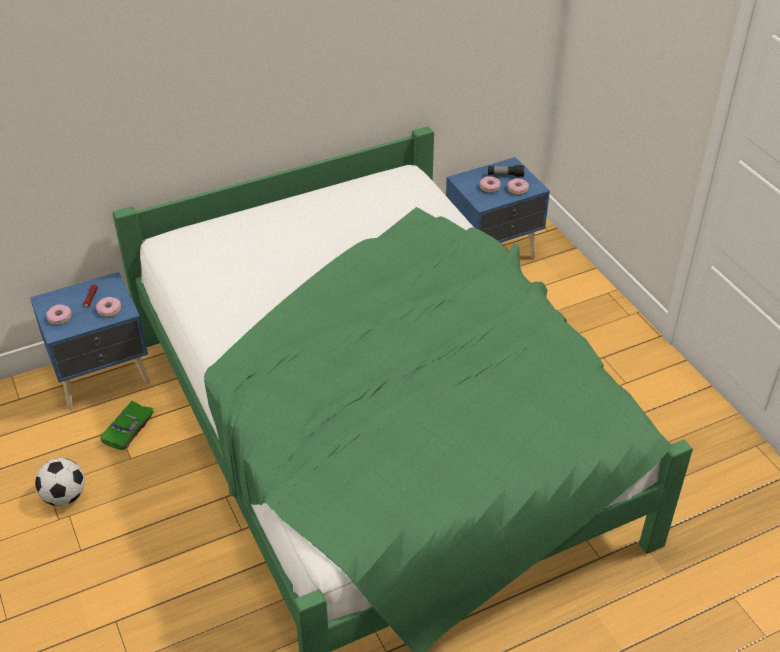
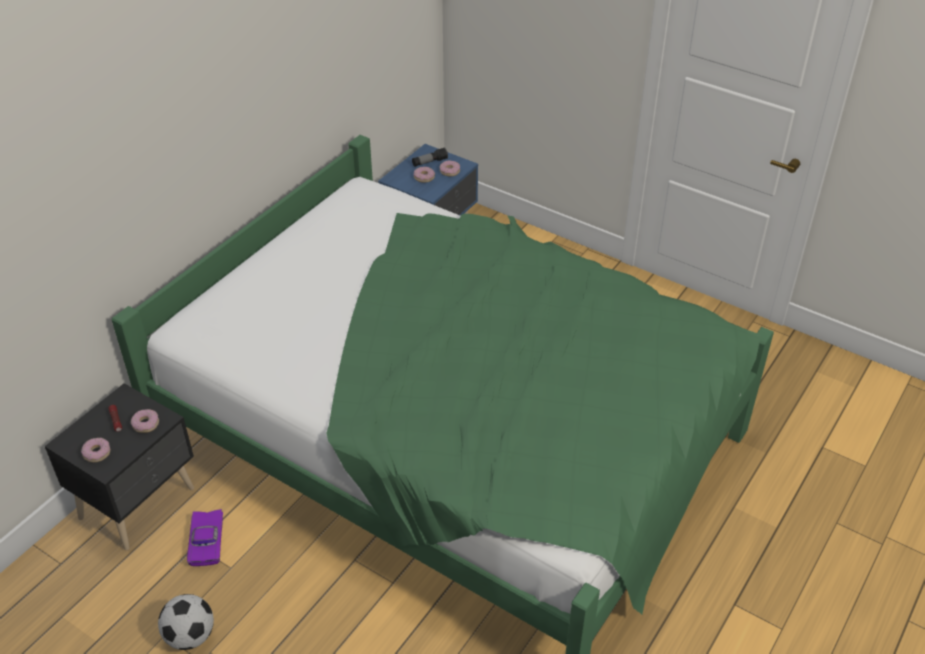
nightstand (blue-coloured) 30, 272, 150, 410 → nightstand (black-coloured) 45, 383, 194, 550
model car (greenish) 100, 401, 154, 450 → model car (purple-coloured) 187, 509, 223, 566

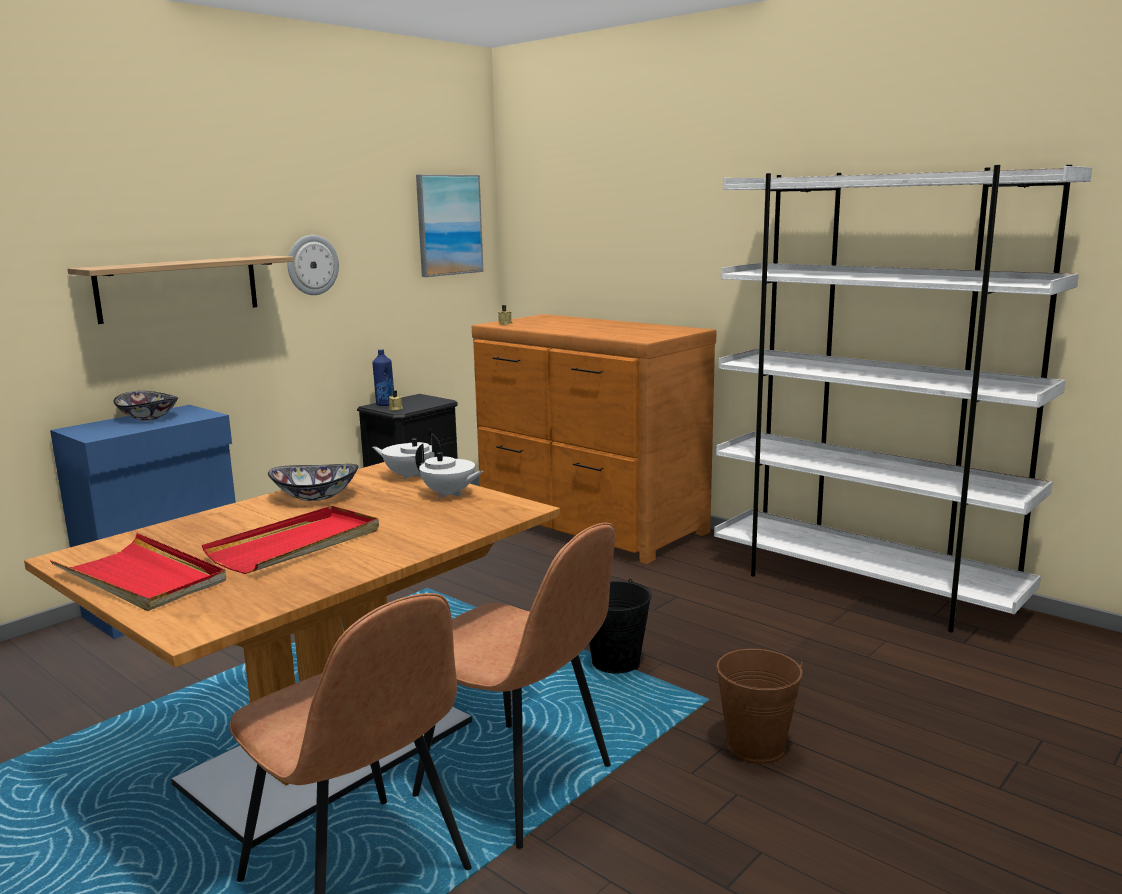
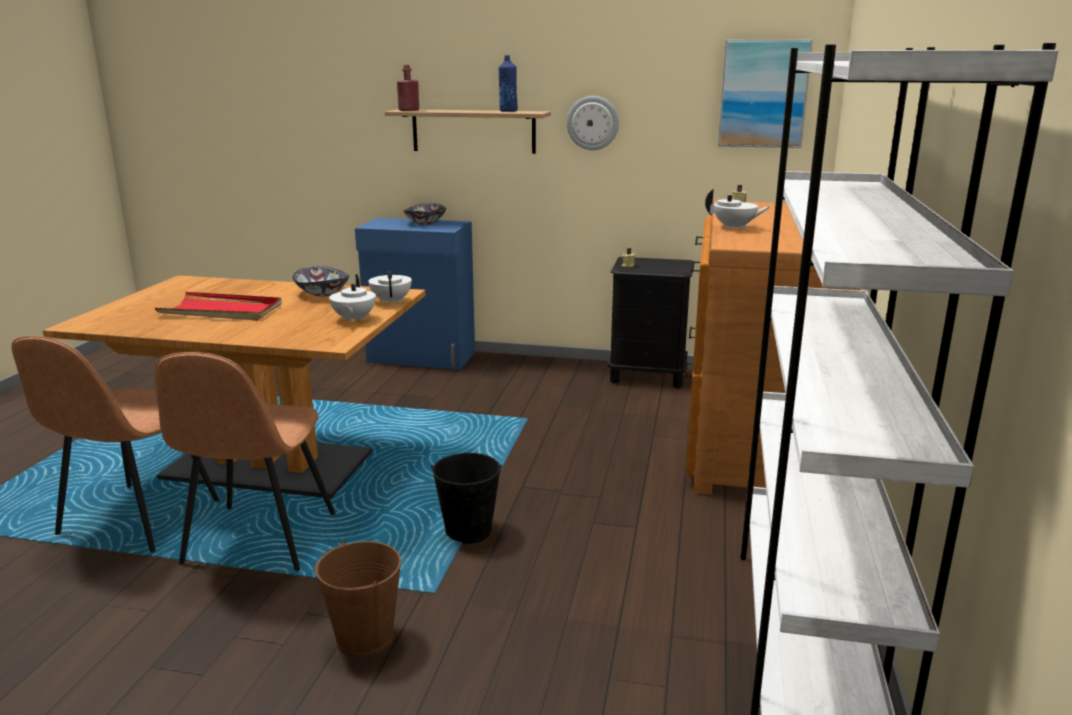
tray (red) 50, 533, 226, 611 → -
bottle (blue-coloured) 372, 350, 394, 406 → bottle (blue-coloured) 499, 55, 518, 112, relocated
- → bottle (red) 397, 65, 419, 111
- → teapot (whitish) 705, 189, 770, 230

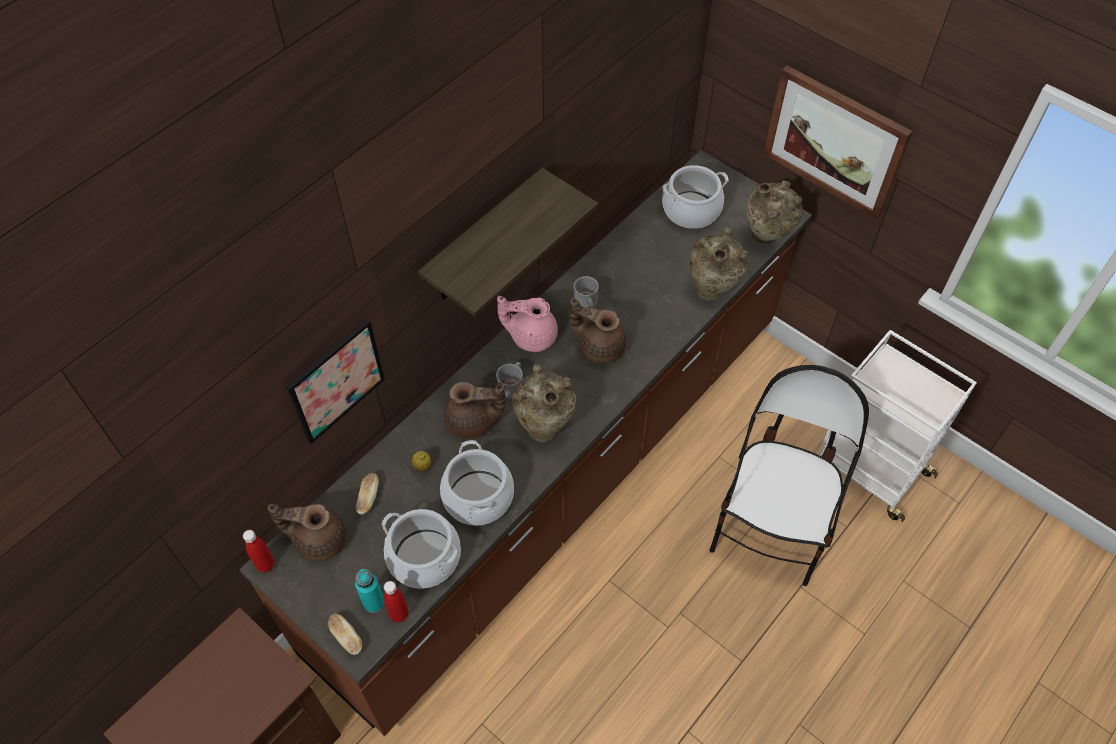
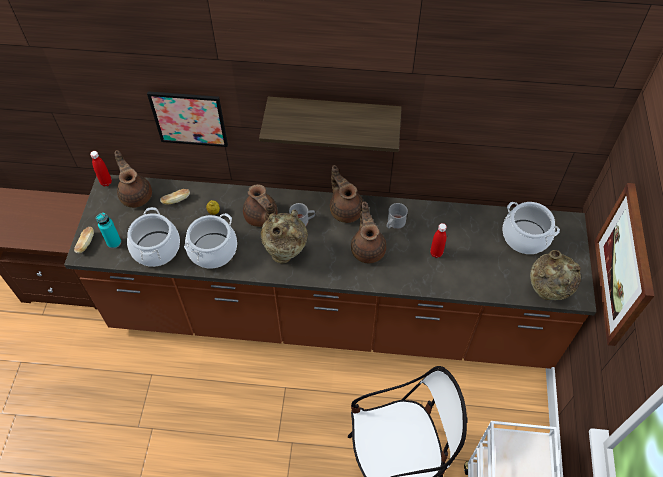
bottle (red) 384, 581, 408, 623 → bottle (red) 430, 223, 447, 258, relocated
teapot (pinkish) 497, 296, 558, 352 → teapot (brown) 330, 165, 363, 223
decorative vase (beige-coloured) 689, 226, 748, 301 → -

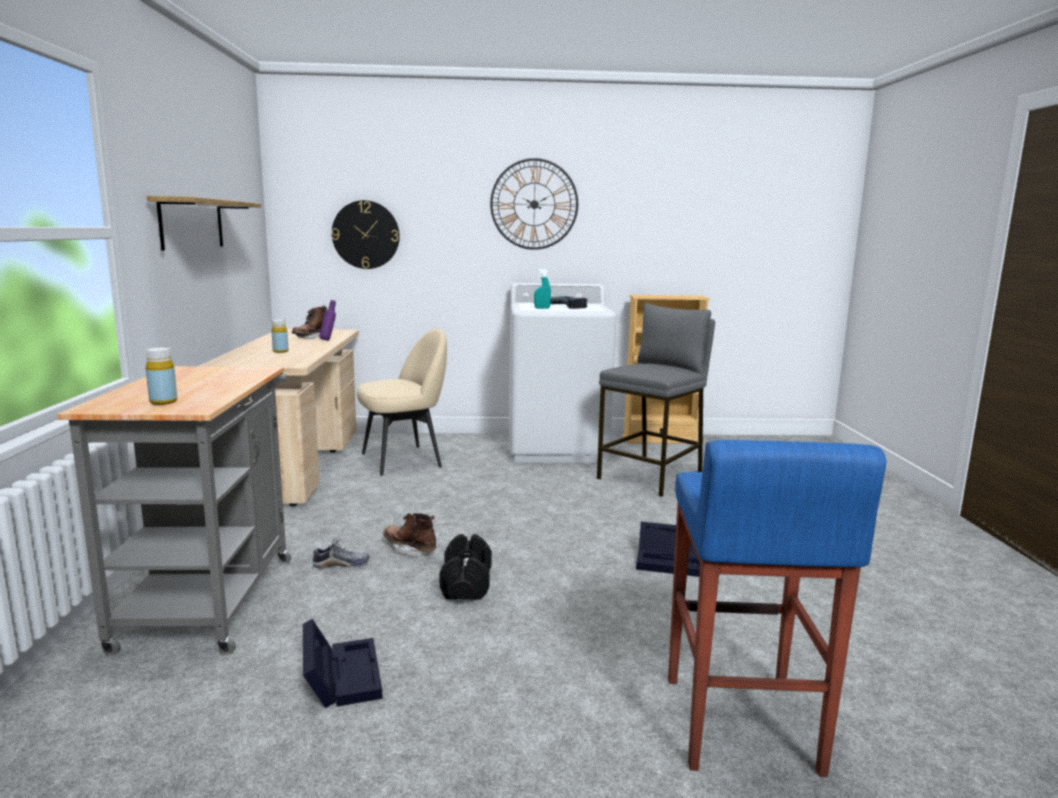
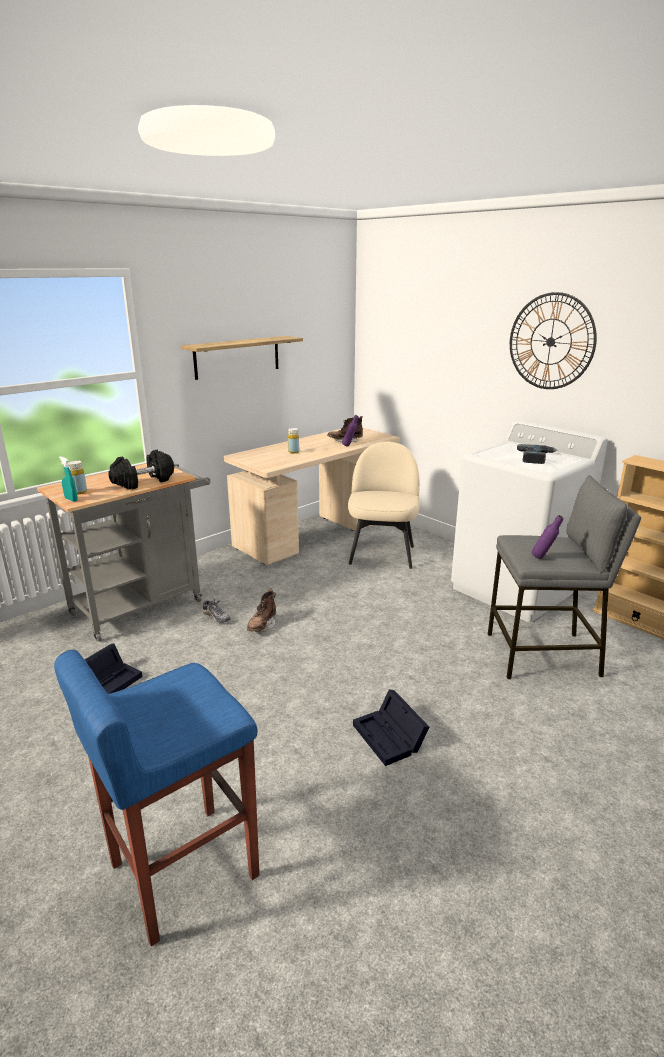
hanging clock 332, 200, 400, 269 → -
chair (beige-coloured) 357, 329, 447, 476 → chair (beige-coloured) 348, 442, 420, 569, 105 degrees counterclockwise
boot (brown) 383, 513, 436, 558 → boot (brown) 247, 588, 276, 632, 150 degrees counterclockwise
dumbbell (black-coloured) 440, 534, 492, 599 → dumbbell (black-coloured) 108, 450, 174, 490, relocated
hand sprayer (blue-green) 534, 269, 551, 309 → hand sprayer (blue-green) 59, 456, 78, 502, relocated
- → bottle (purple-coloured) 532, 515, 563, 559

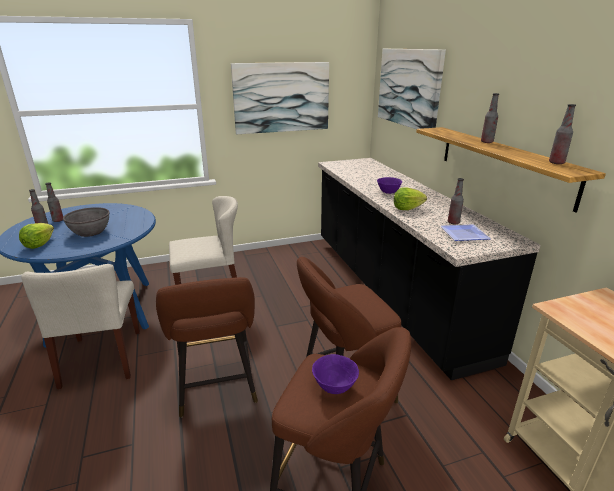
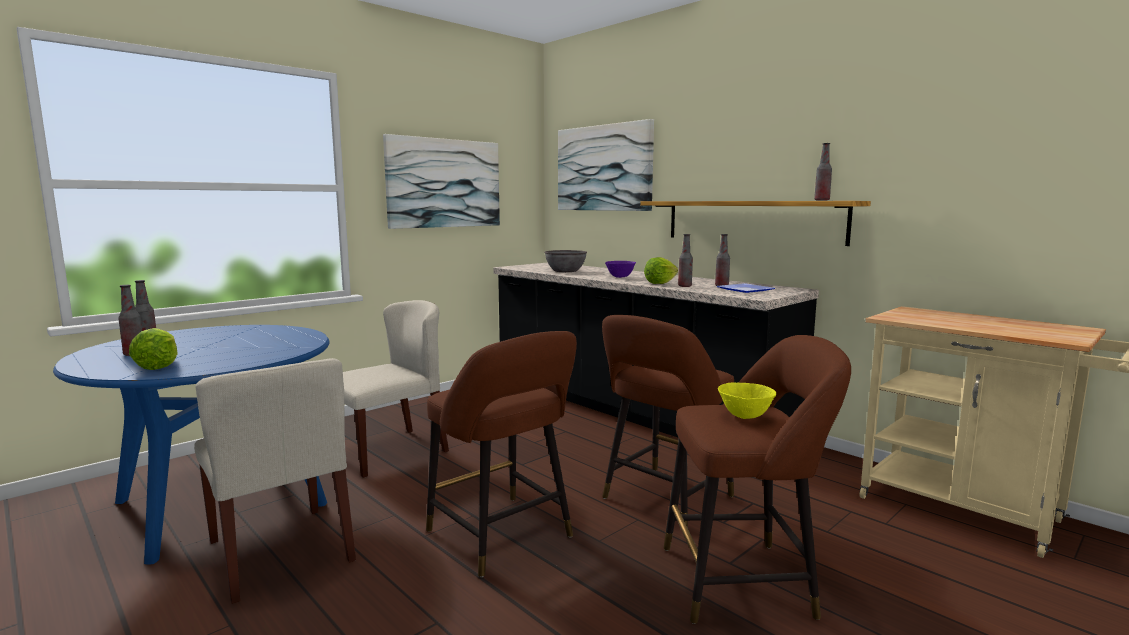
deep dish (grey) 63, 207, 110, 237 → deep dish (grey) 544, 250, 587, 272, relocated
deep dish (purple-coloured) 312, 354, 359, 394 → deep dish (yellow) 718, 382, 776, 419
bottle 481, 93, 499, 143 → bottle 678, 234, 693, 287, relocated

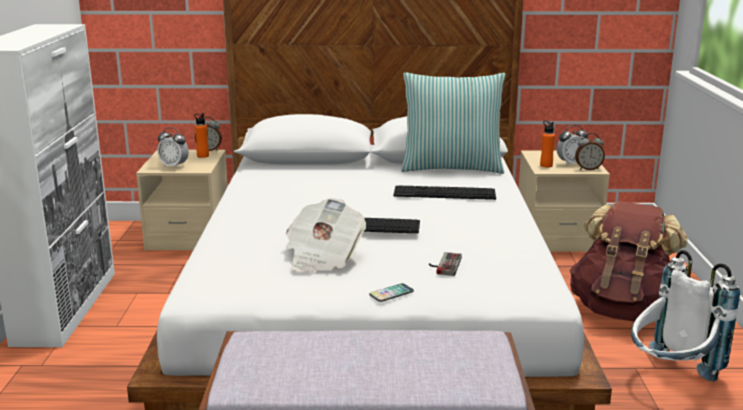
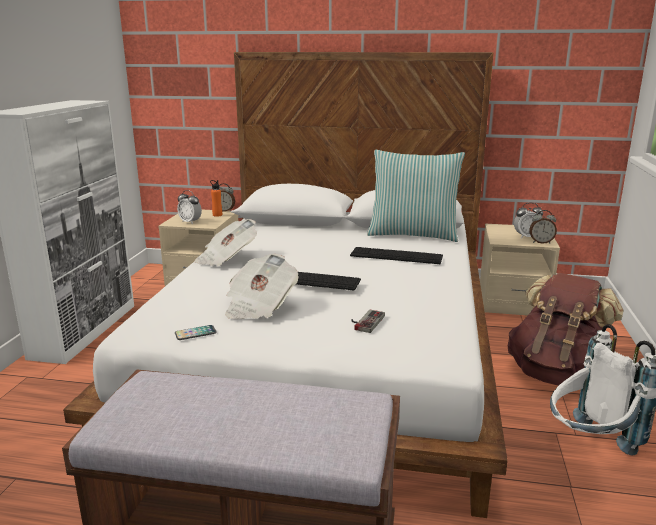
handset 369, 283, 414, 302 → handset 175, 325, 217, 340, relocated
bottle (orangey) 540, 120, 555, 168 → -
- → newspaper 195, 219, 257, 266

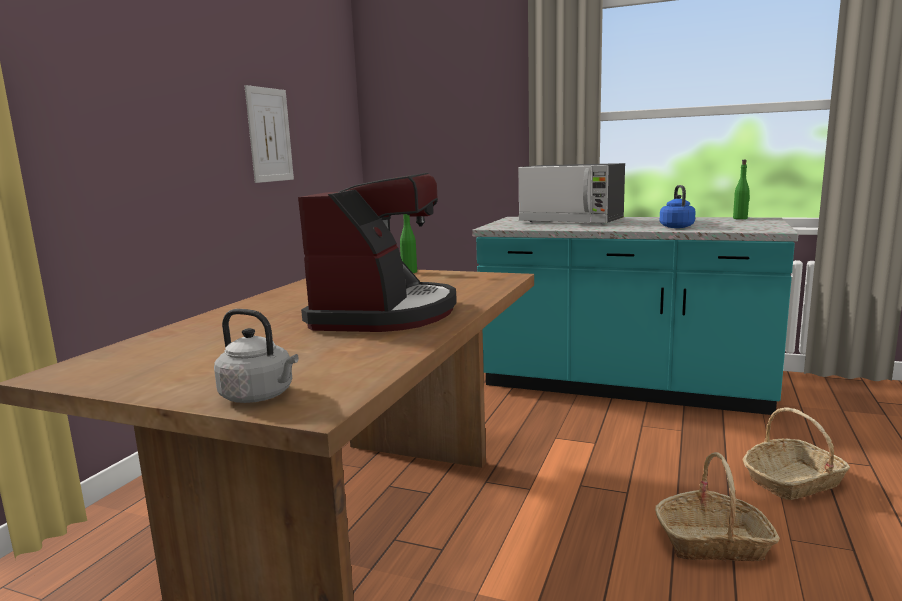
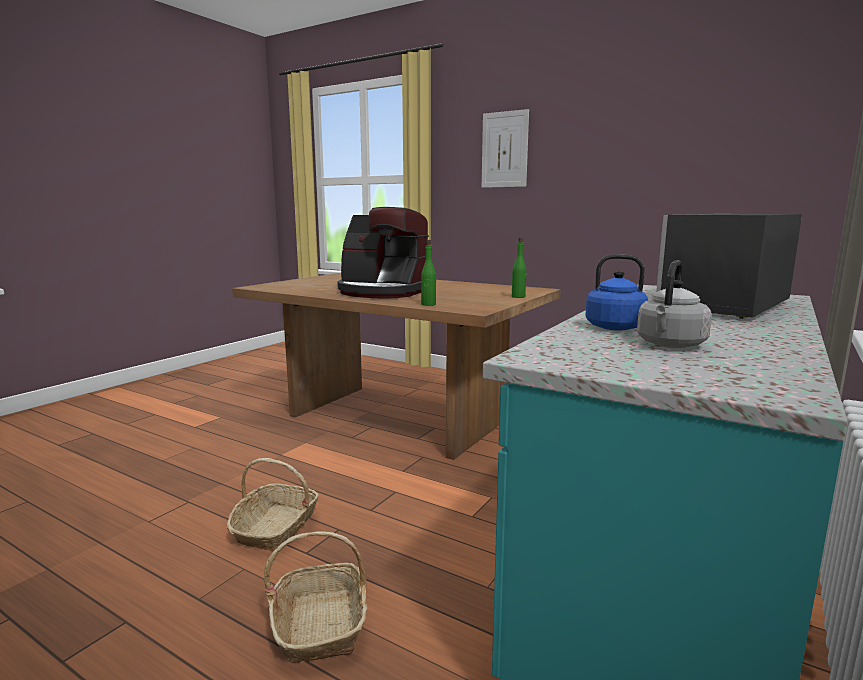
water kettle (grey) 214, 309, 299, 403 → water kettle (grey) 637, 260, 712, 348, relocated
picture 244, 85, 294, 183 → picture 482, 109, 529, 188, relocated
bottle (greenish) 733, 160, 750, 219 → bottle (greenish) 421, 240, 436, 306, relocated

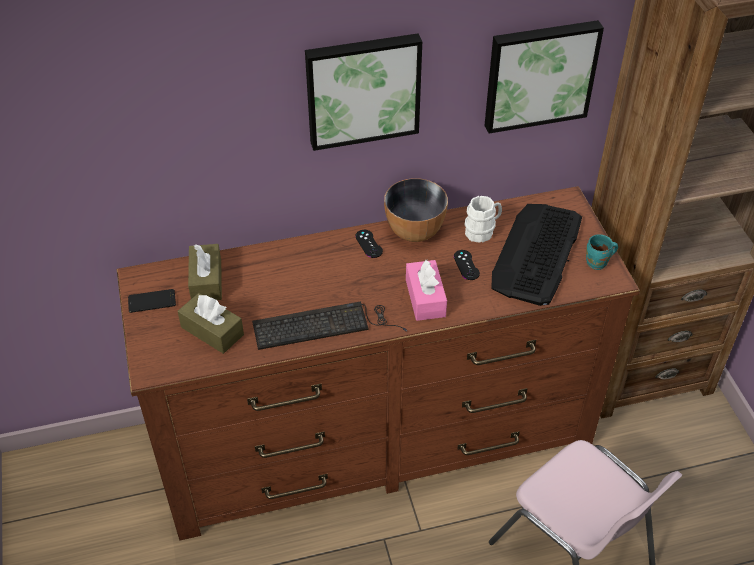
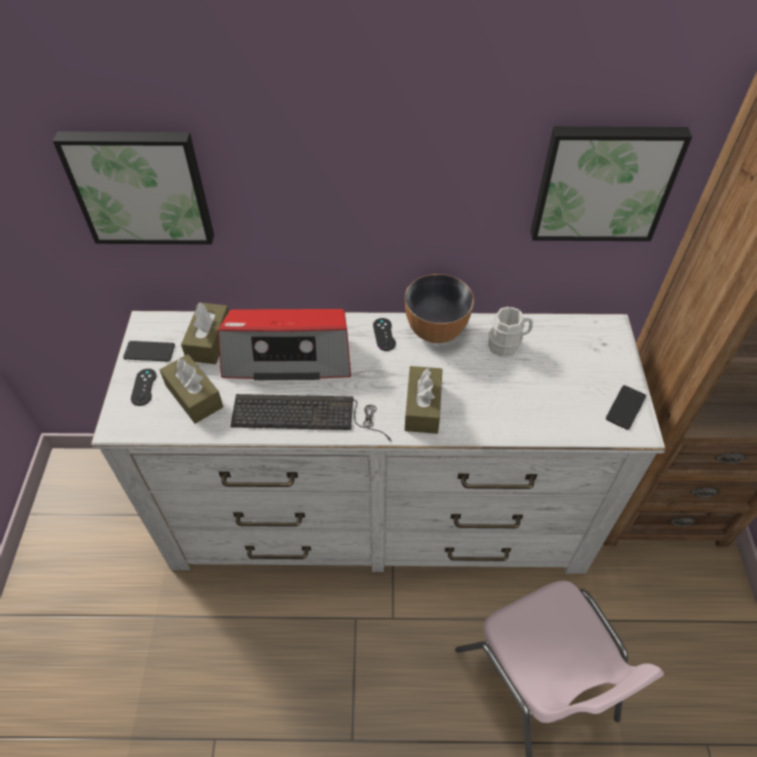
drawer chest (brown) 117, 186, 640, 541 → drawer chest (whitish) 91, 311, 666, 574
picture 305, 34, 422, 151 → picture 53, 131, 214, 245, relocated
box of tissues (pinkish) 406, 260, 447, 321 → box of tissues (brown) 405, 366, 442, 434
game controller (black-coloured) 454, 250, 480, 280 → game controller (black-coloured) 131, 369, 156, 406, relocated
keyboard 491, 204, 582, 306 → -
coffee mug (blue-green) 586, 234, 618, 270 → handset 606, 385, 646, 430
- → radio set 218, 309, 351, 380

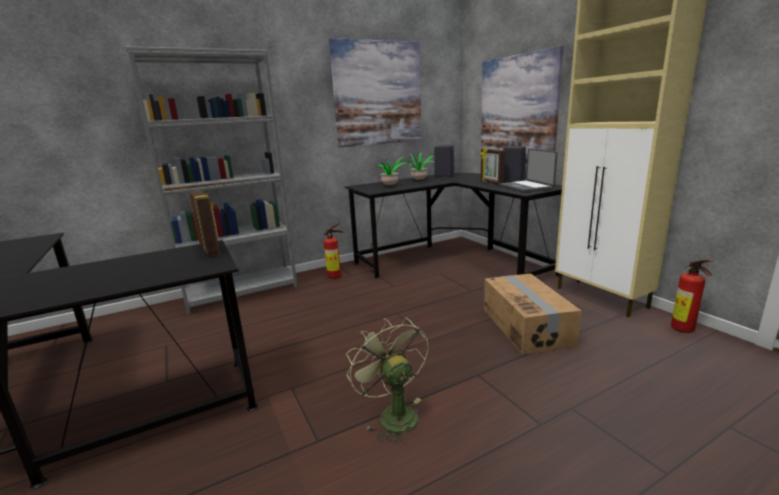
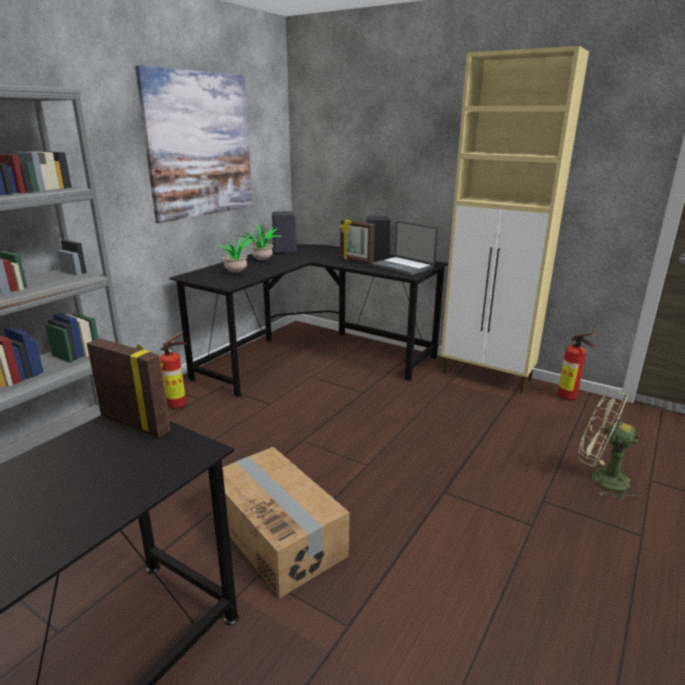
electric fan (greenish) 346, 318, 428, 444 → electric fan (greenish) 578, 389, 641, 500, relocated
picture 481, 46, 564, 163 → -
cardboard box 484, 274, 582, 355 → cardboard box 208, 447, 350, 598, relocated

